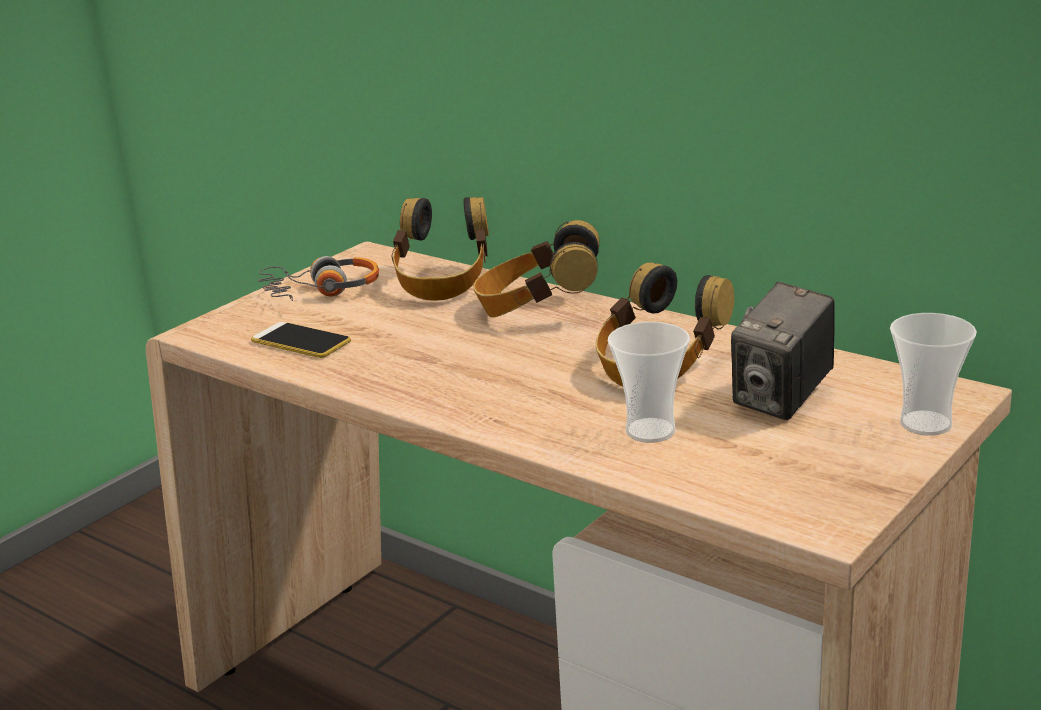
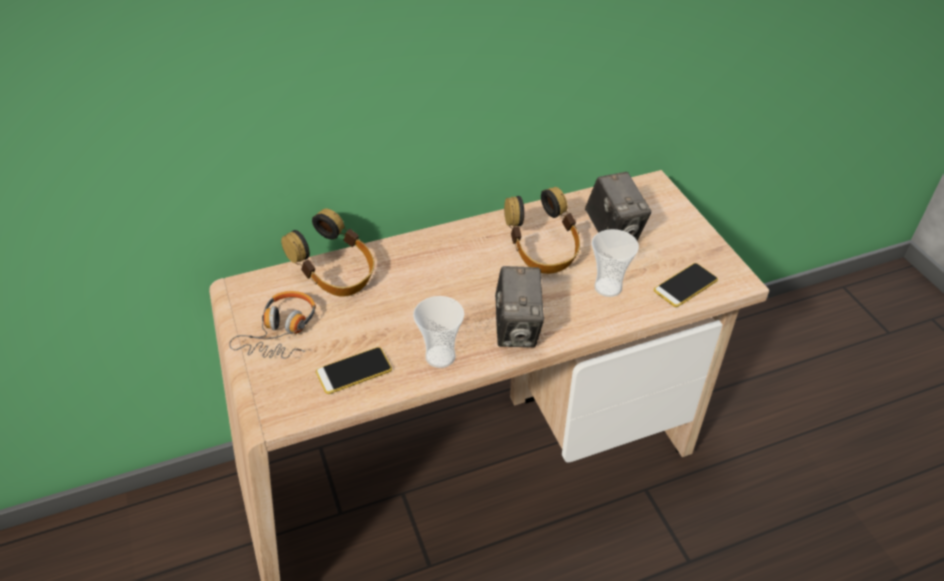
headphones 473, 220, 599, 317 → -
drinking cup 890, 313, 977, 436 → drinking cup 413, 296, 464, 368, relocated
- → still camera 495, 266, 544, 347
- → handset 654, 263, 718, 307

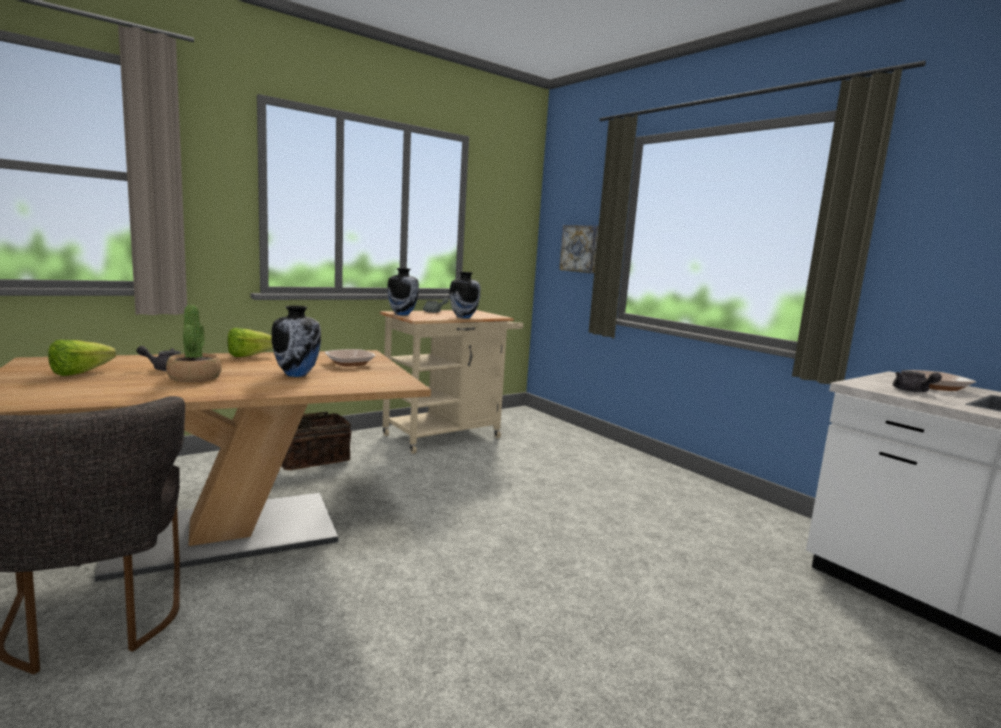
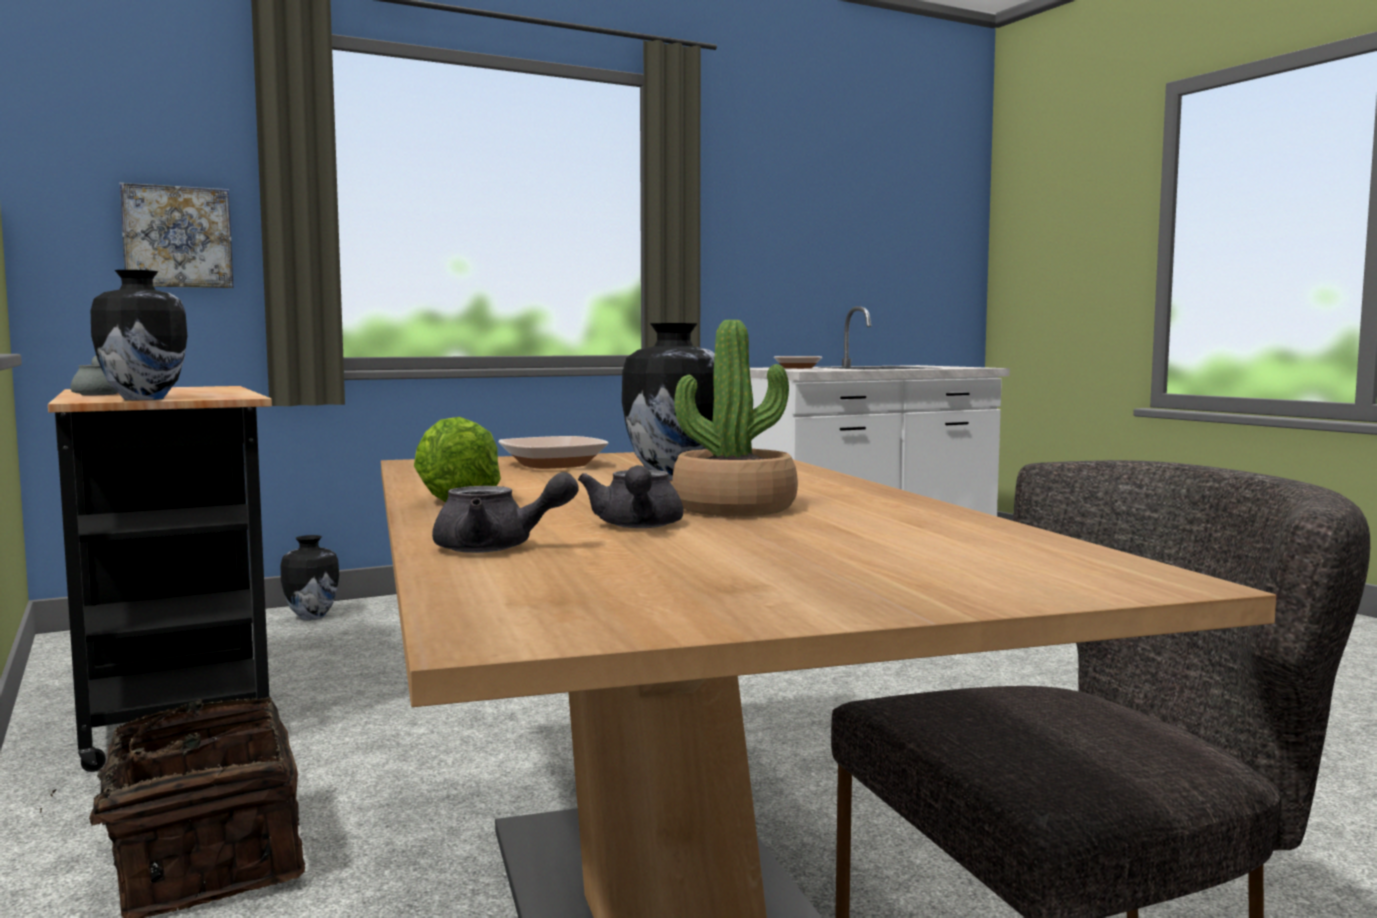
lettuce 48, 340, 116, 376 → -
cart (beige-coloured) 380, 310, 523, 454 → cart (black-coloured) 48, 386, 272, 772
decorative vase 450, 272, 480, 319 → decorative vase 281, 535, 339, 620, relocated
teapot (grey) 893, 370, 942, 393 → teapot (grey) 432, 472, 579, 553, relocated

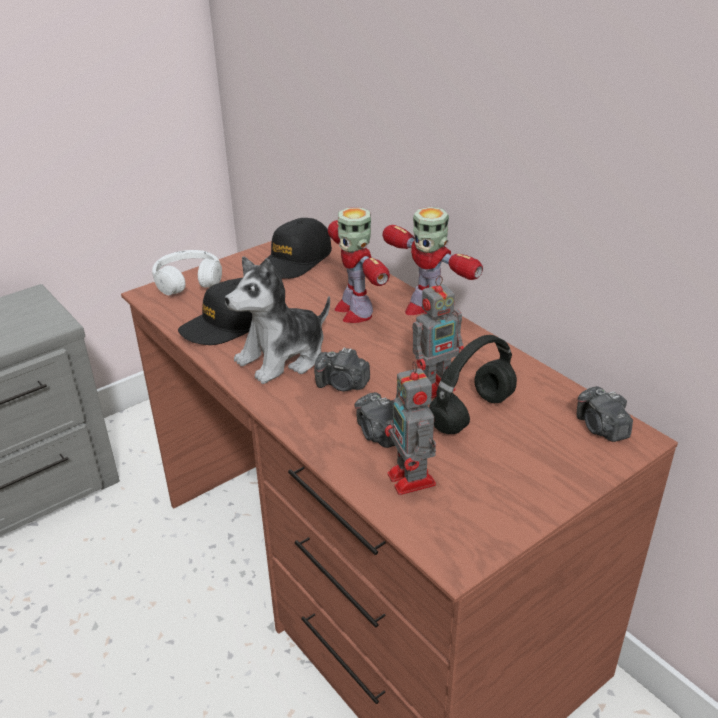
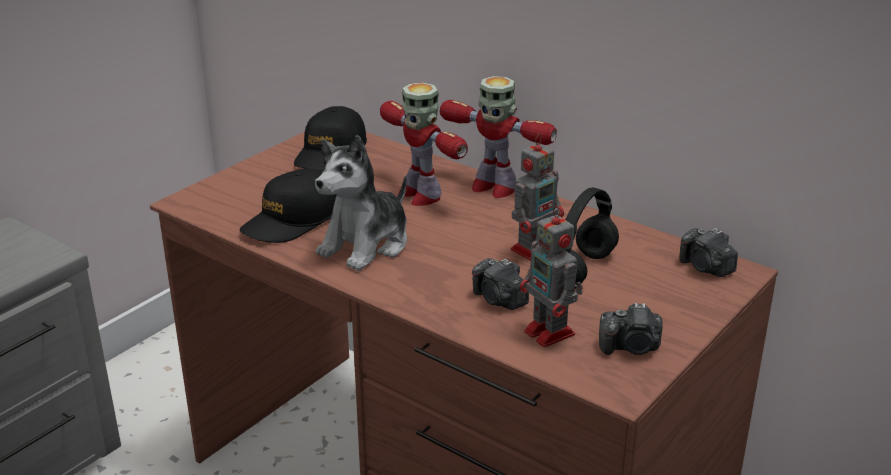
headphones (whitish) 152, 250, 222, 295 → -
still camera 314, 347, 370, 391 → still camera 599, 303, 663, 355, relocated

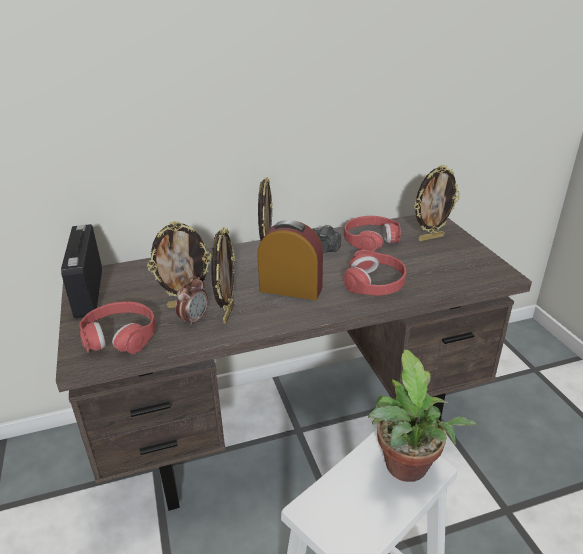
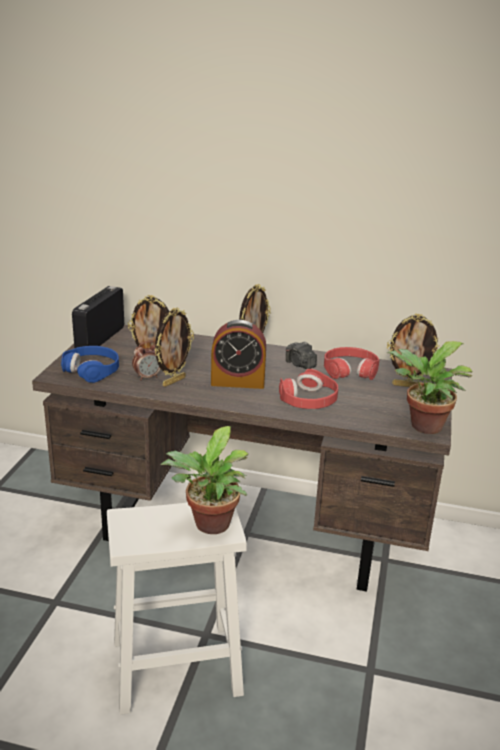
headphones (red) 79, 301, 156, 354 → headphones (blue-coloured) 61, 346, 119, 383
bedside clock 257, 220, 323, 300 → bedside clock 211, 320, 266, 389, 135 degrees clockwise
- → houseplant 387, 341, 473, 434

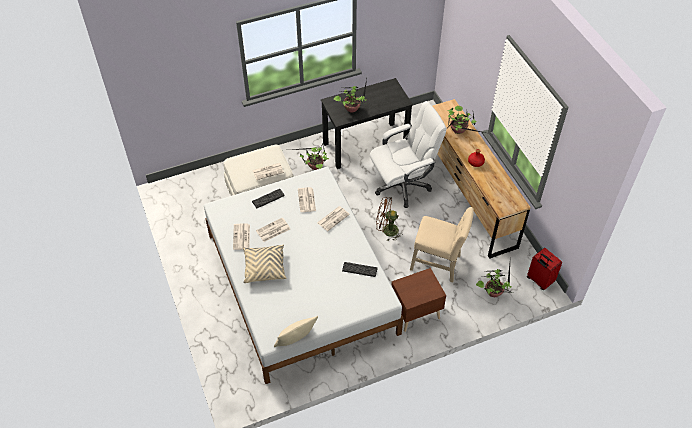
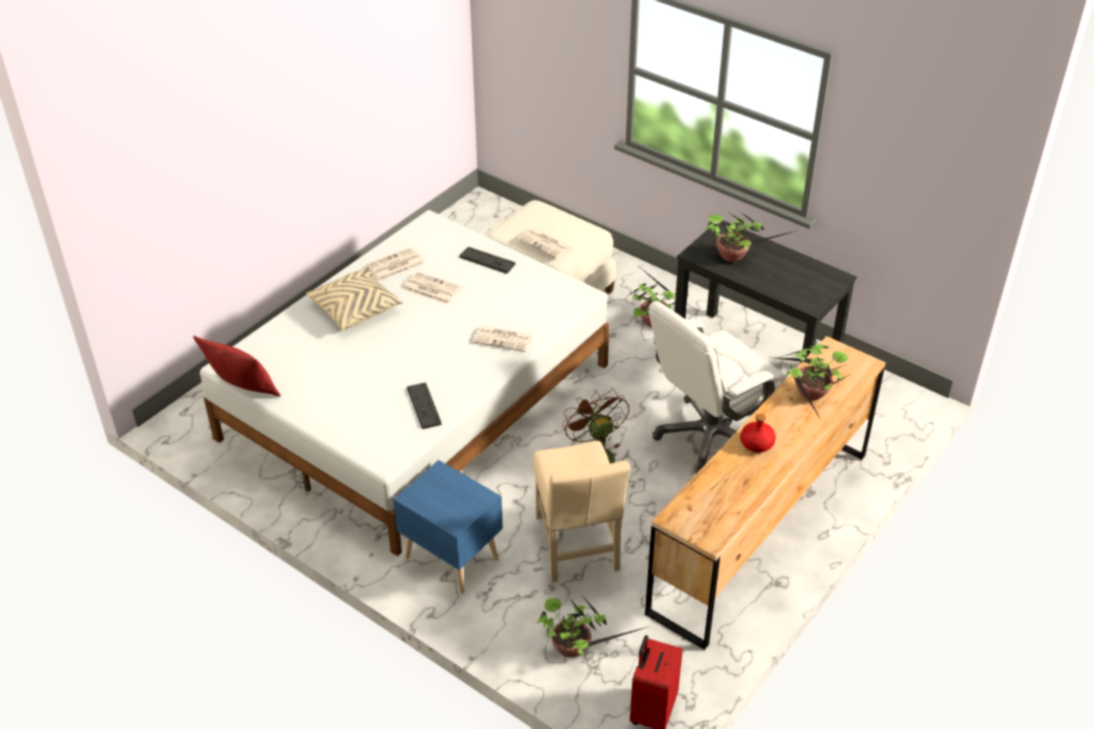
pillow (beige-coloured) 274, 316, 318, 347 → pillow (red) 193, 336, 280, 397
newspaper 298, 187, 316, 212 → -
office chair (whitish) 370, 101, 447, 208 → office chair (whitish) 649, 301, 787, 474, 105 degrees clockwise
nightstand (brown) 391, 268, 446, 332 → nightstand (blue-coloured) 393, 460, 503, 594

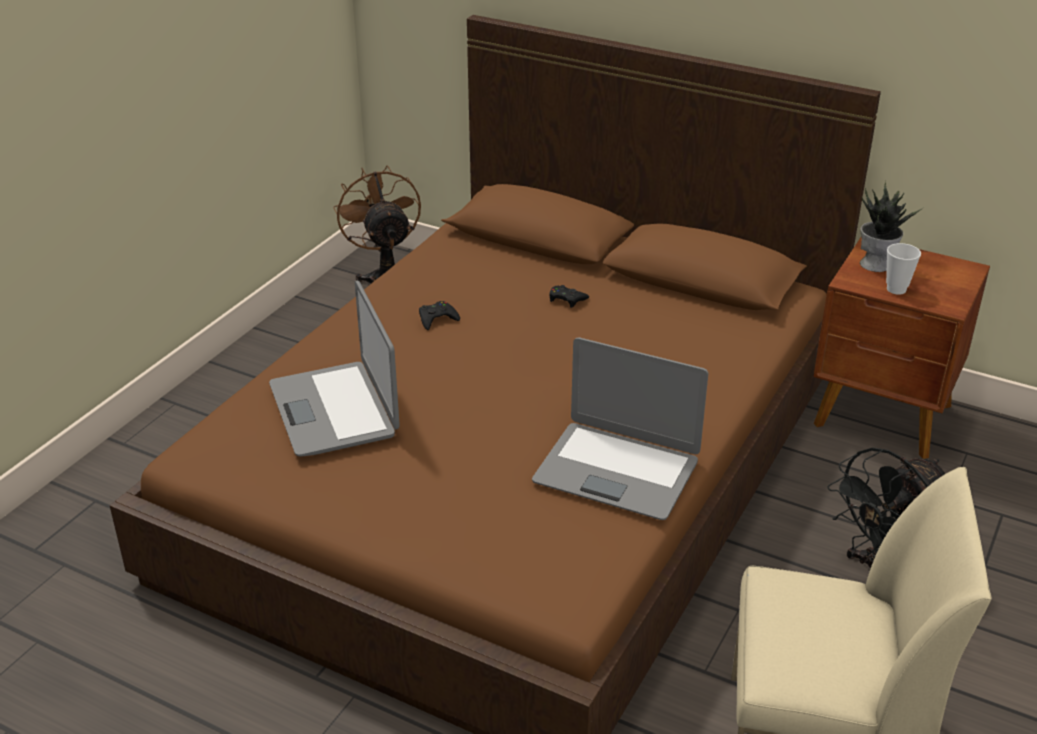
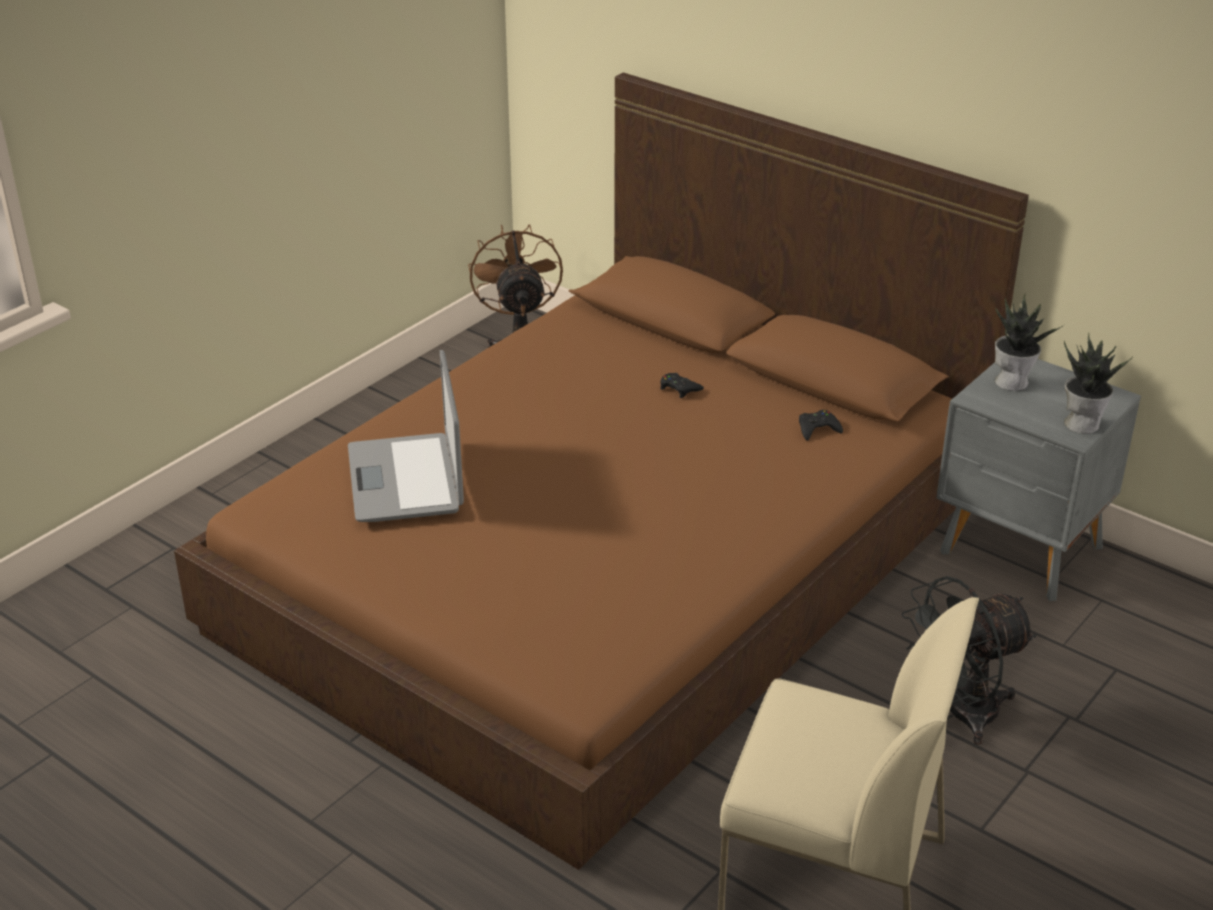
game controller (black-coloured) 419, 301, 460, 330 → game controller (black-coloured) 799, 410, 843, 441, relocated
portable computer 532, 337, 708, 520 → -
nightstand (brown) 814, 237, 990, 459 → nightstand (grey) 937, 359, 1141, 601
drinking cup 886, 243, 921, 295 → -
- → houseplant 1064, 334, 1132, 434

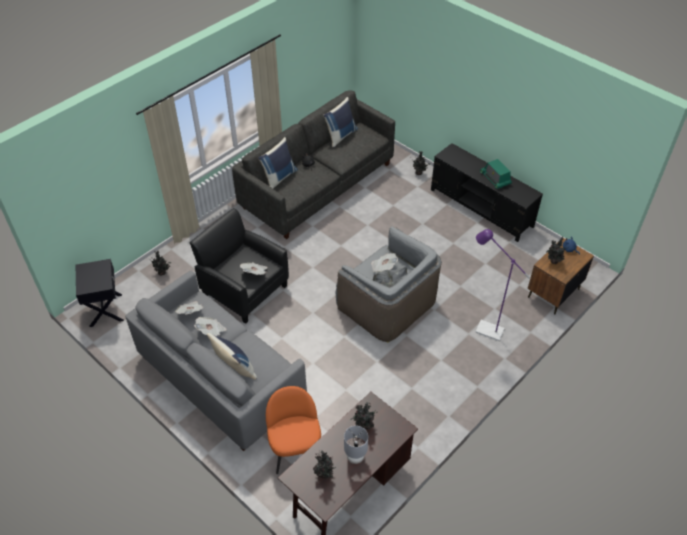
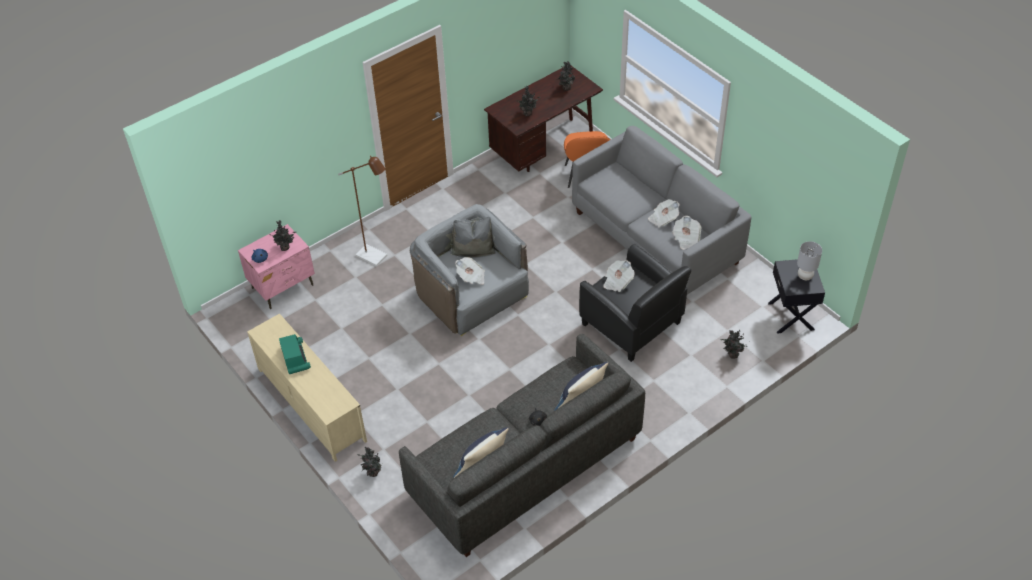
pillow (blue-coloured) 207, 333, 257, 380 → -
tabletop lamp (grey) 344, 426, 368, 464 → tabletop lamp (grey) 797, 241, 822, 280, relocated
tv stand (black-coloured) 431, 143, 543, 242 → tv stand (beige-coloured) 247, 313, 367, 462
floor lamp (purple-coloured) 475, 229, 530, 341 → floor lamp (brown) 338, 156, 387, 266
nightstand (brown) 528, 238, 594, 314 → nightstand (pinkish) 238, 224, 315, 309

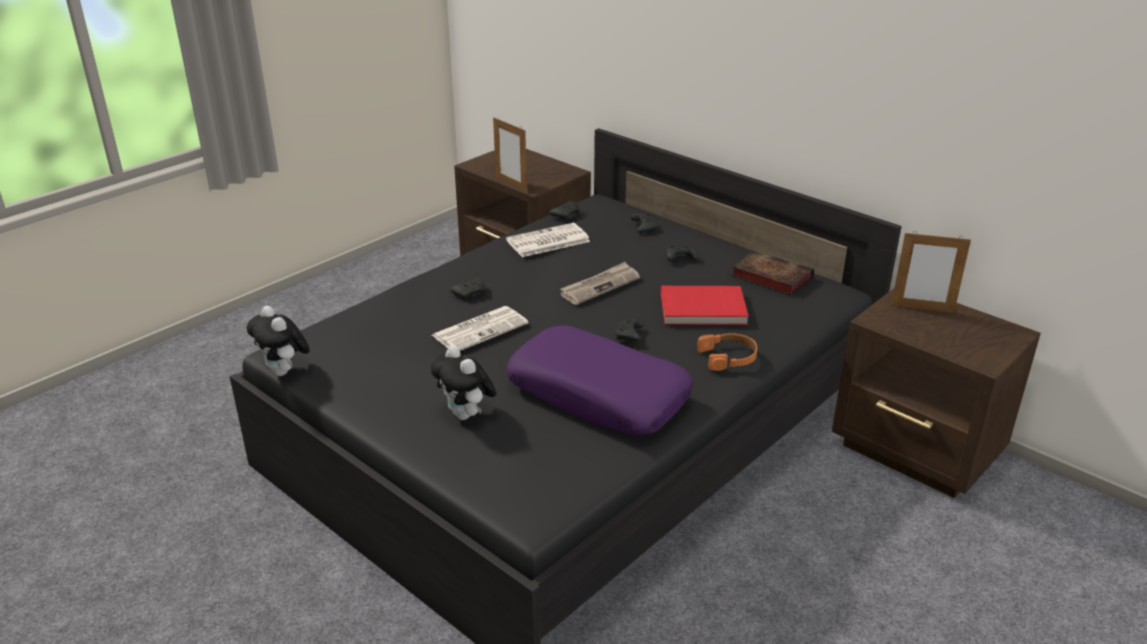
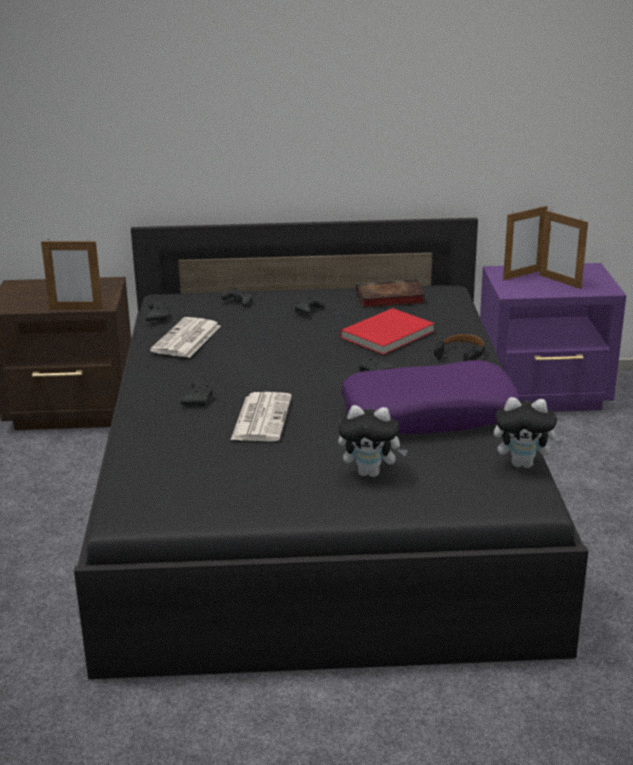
cuddly toy 247, 306, 310, 376 → cuddly toy 494, 397, 563, 468, relocated
newspaper 560, 262, 640, 305 → -
headphones (orangey) 697, 333, 757, 371 → headphones (black-coloured) 434, 333, 485, 361
nightstand (brown) 832, 288, 1041, 498 → nightstand (purple-coloured) 480, 263, 626, 412
- → photo frame 539, 209, 588, 289

